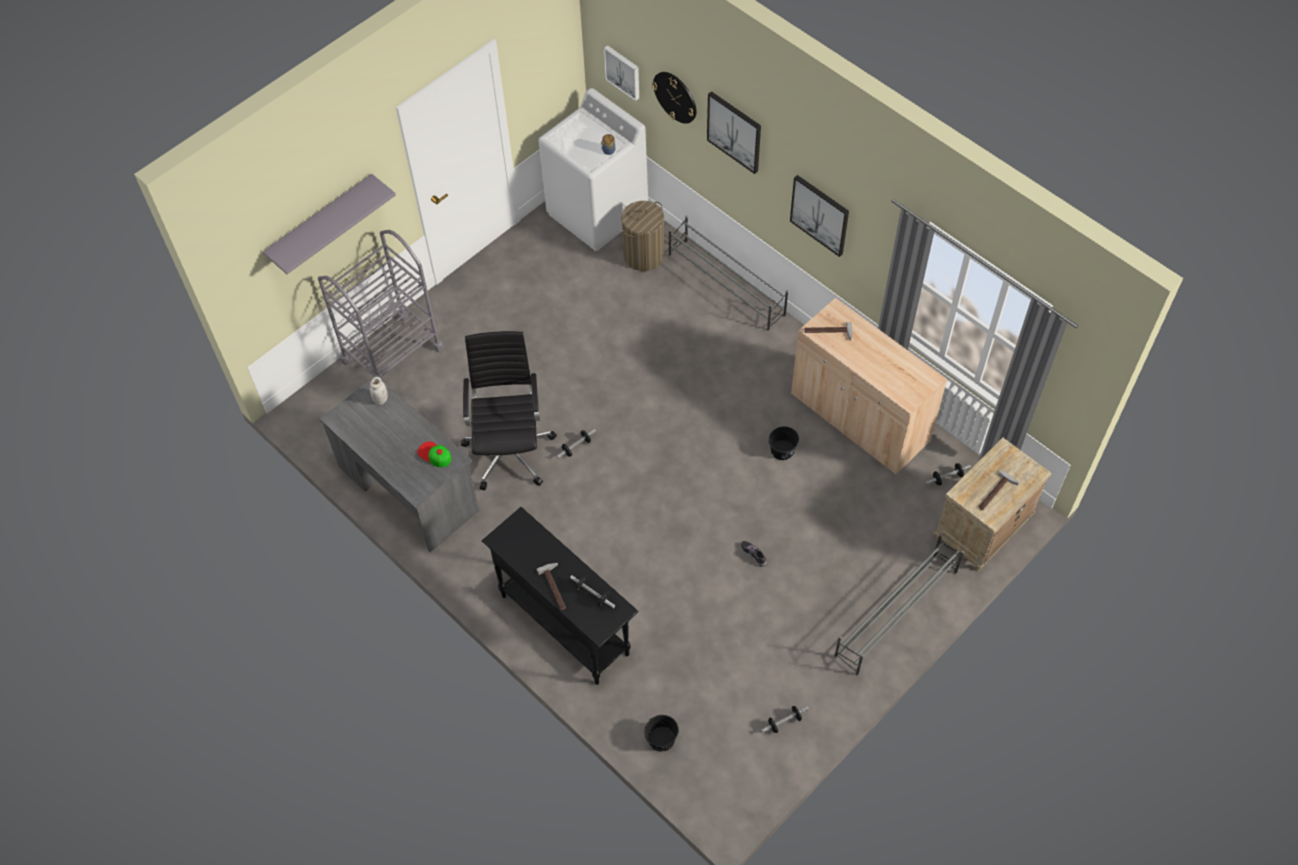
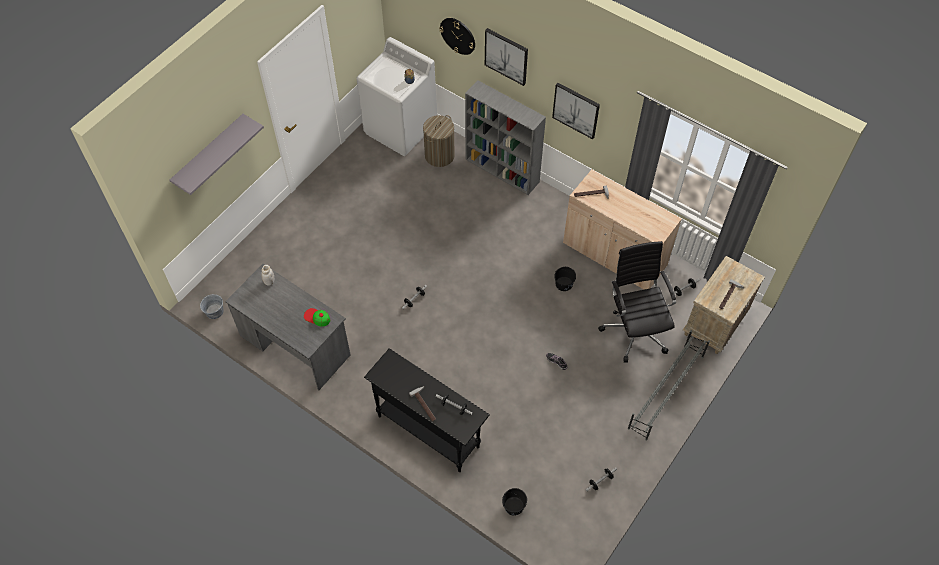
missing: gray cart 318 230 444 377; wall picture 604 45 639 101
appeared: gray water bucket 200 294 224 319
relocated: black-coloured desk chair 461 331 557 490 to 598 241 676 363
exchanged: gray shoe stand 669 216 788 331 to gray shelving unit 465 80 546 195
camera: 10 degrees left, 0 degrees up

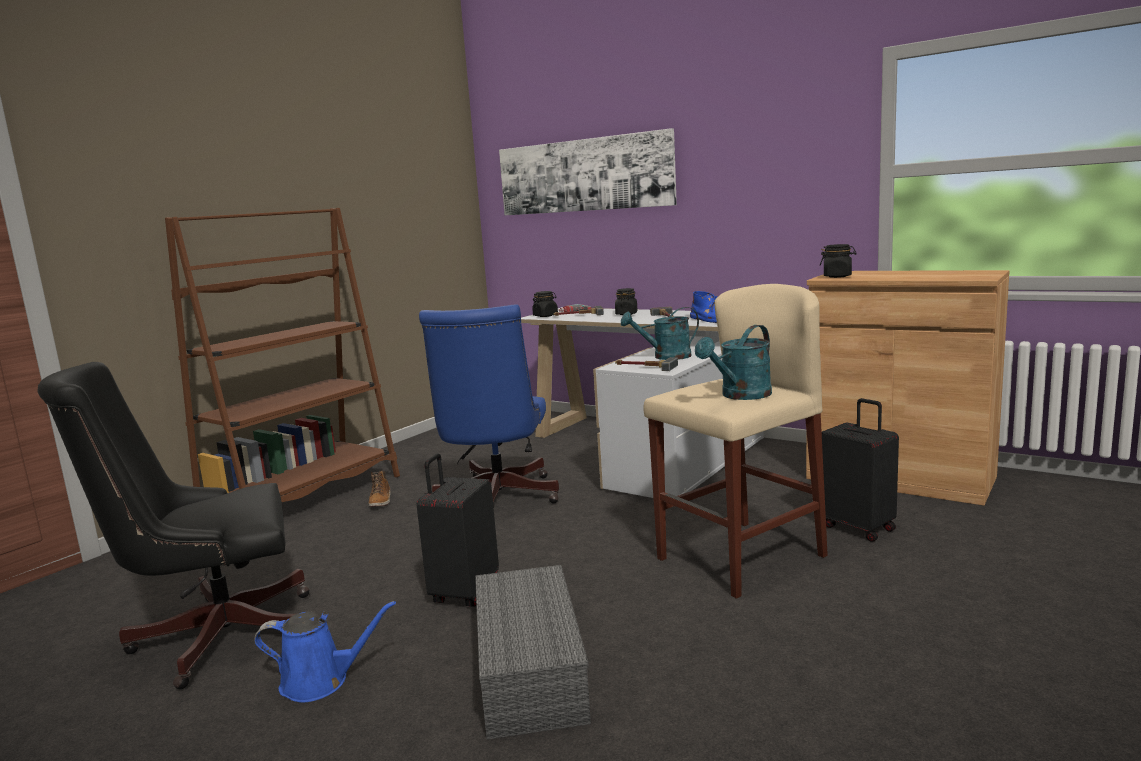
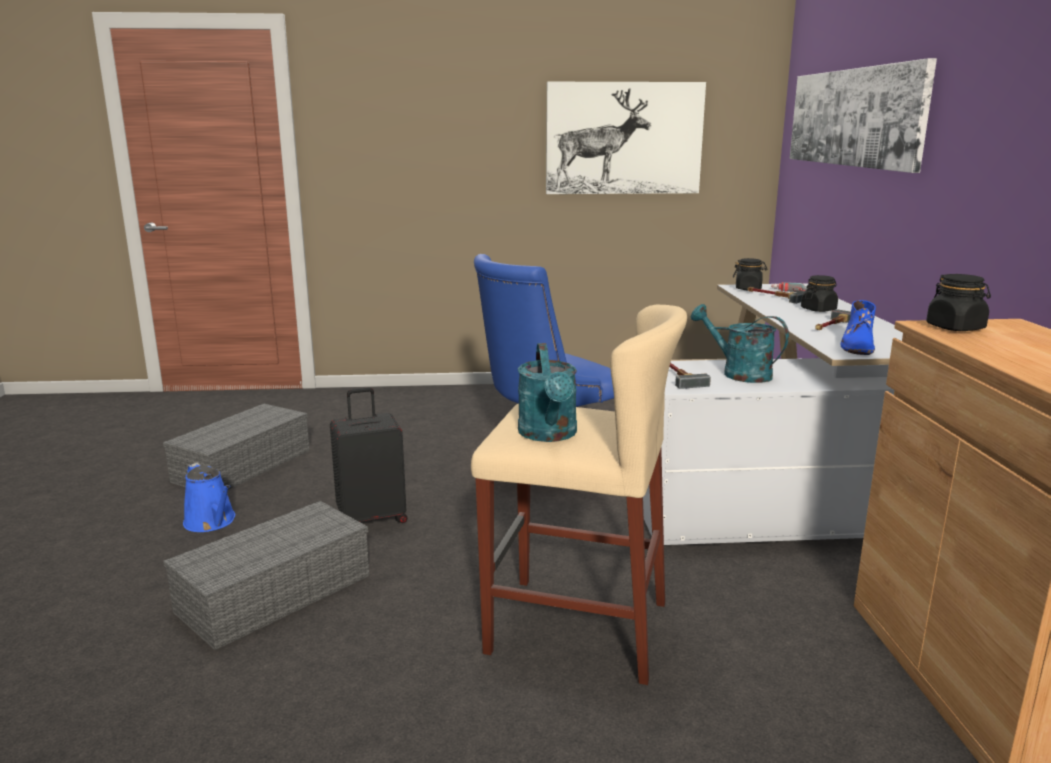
missing: brown shelving unit 165 208 400 502; tall boot 369 471 391 507; black-coloured travel case 822 398 899 542
appeared: wall picture 546 82 706 194
exchanged: black-coloured desk chair 37 362 310 689 to gray storage box 163 404 310 490
spun: turquoise sprinkling can 695 325 772 400 = 518 343 577 442 105 degrees counterclockwise
camera: 50 degrees right, 5 degrees up

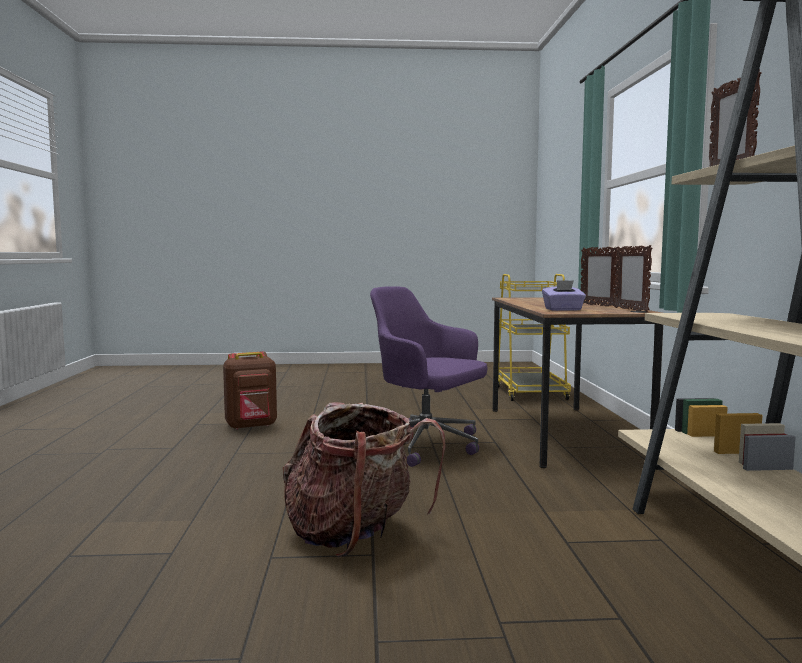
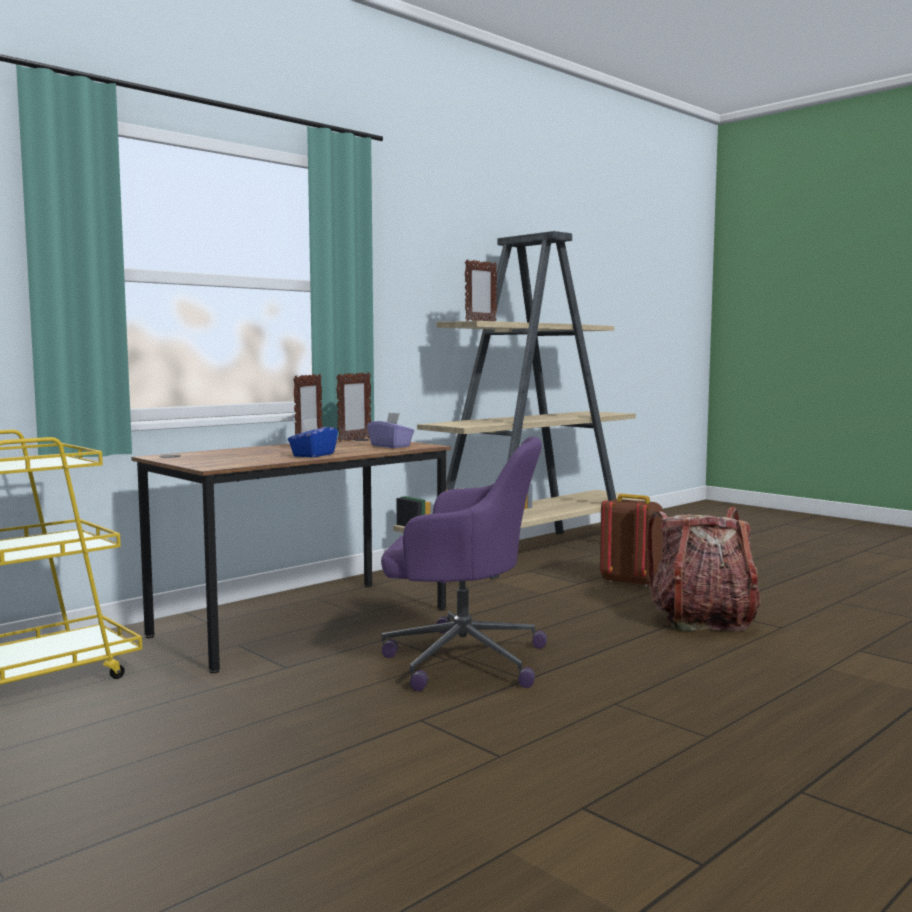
appeared: blue-coloured tissue box 288 418 338 457
relocated: brown rucksack 223 351 277 429 to 600 494 664 587
spun: purple desk chair 370 286 488 467 = 381 437 547 691 75 degrees counterclockwise
camera: 130 degrees left, 0 degrees up

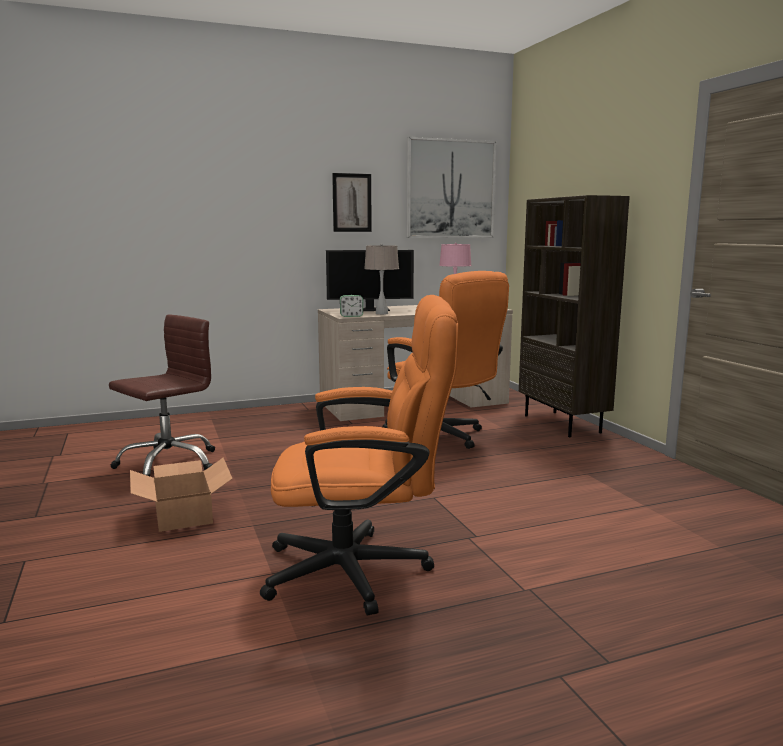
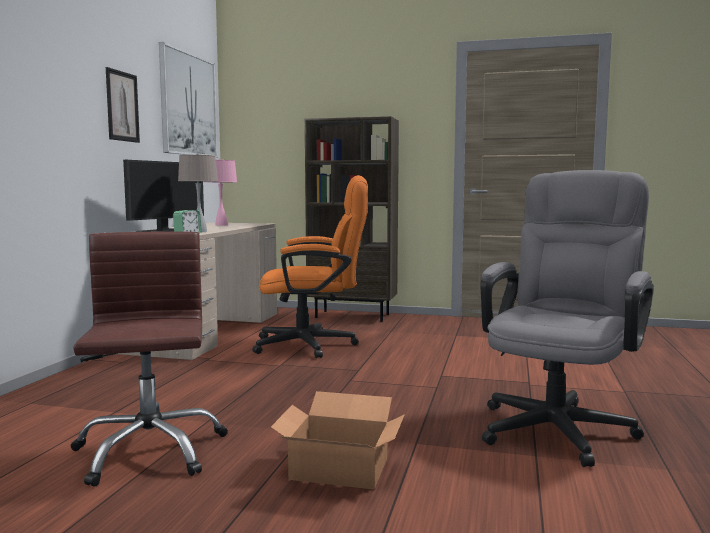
colour: orange-coloured desk chair 260 295 458 616 to gray desk chair 480 170 654 467
camera: 55 degrees left, 5 degrees down

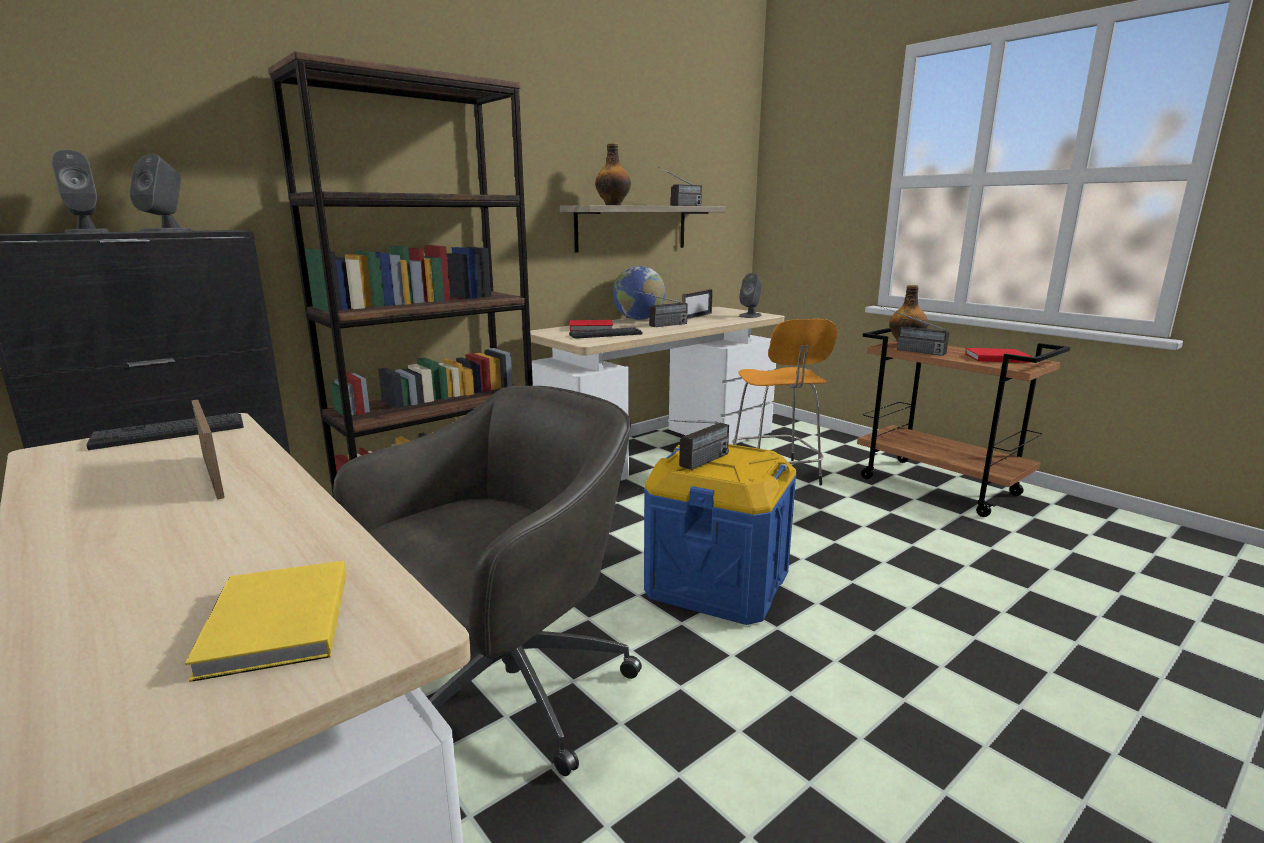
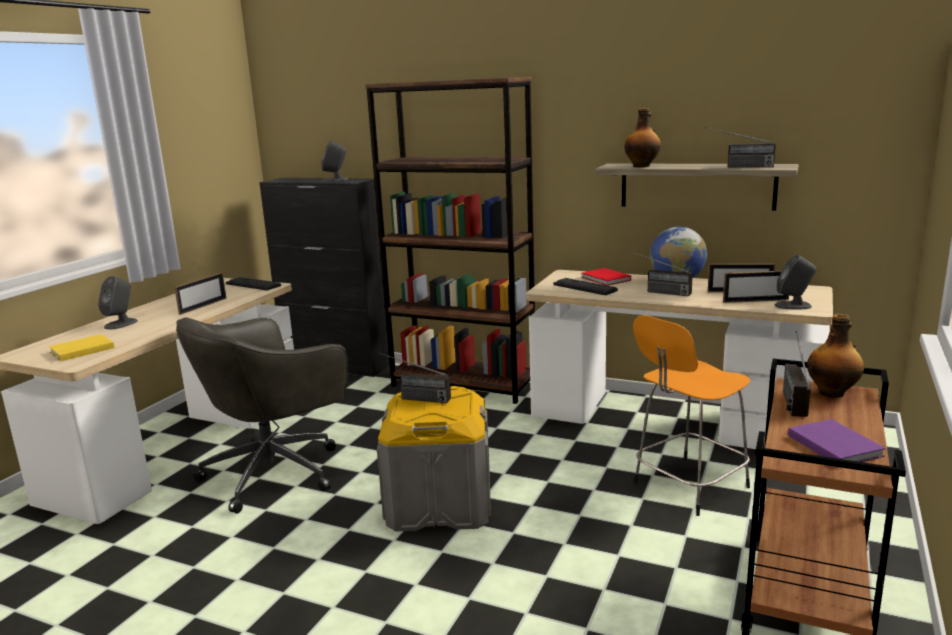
appeared: picture frame 723 271 789 303
relocated: gray audio speaker 52 150 109 233 to 98 276 138 330
colour: blue-coloured storage box 644 444 796 625 to gray storage box 377 386 491 532; red bound book 965 348 1032 363 to purple bound book 788 419 886 462
spun: gray desk chair 333 386 642 776 = 176 317 348 514 120 degrees clockwise
camera: 65 degrees right, 0 degrees up

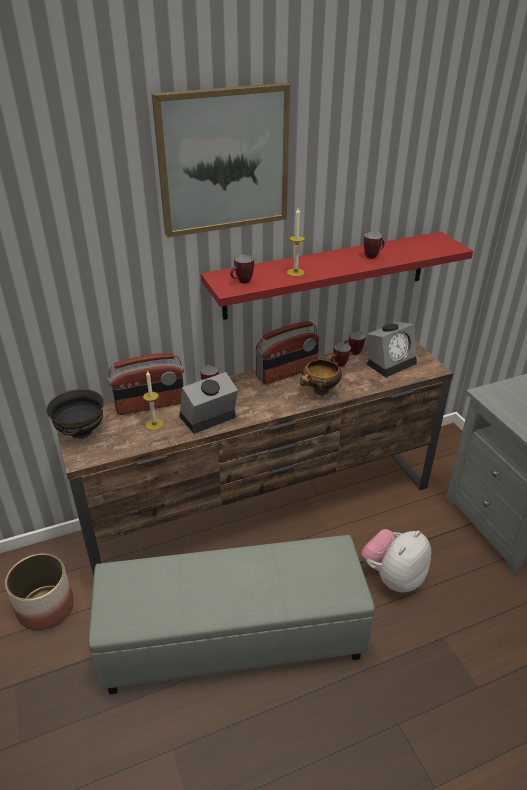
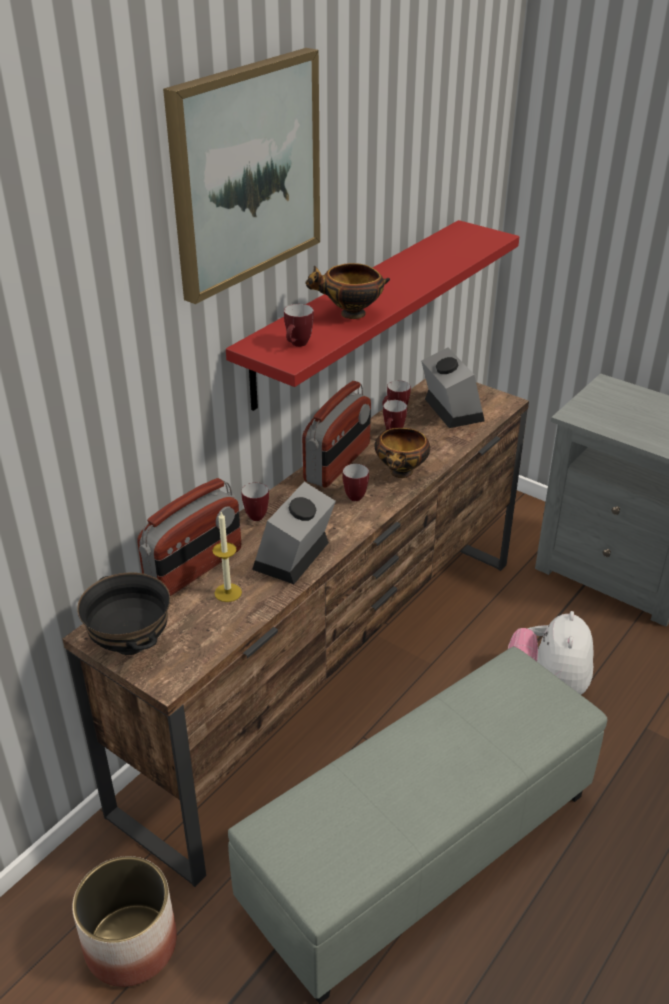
relocated: mug 363 232 385 259 to 342 464 369 501
exchanged: wax light 287 208 305 277 to bowl 305 263 390 319
spun: table clock 367 322 417 377 = 421 348 485 428 45 degrees counterclockwise
camera: 30 degrees left, 0 degrees up

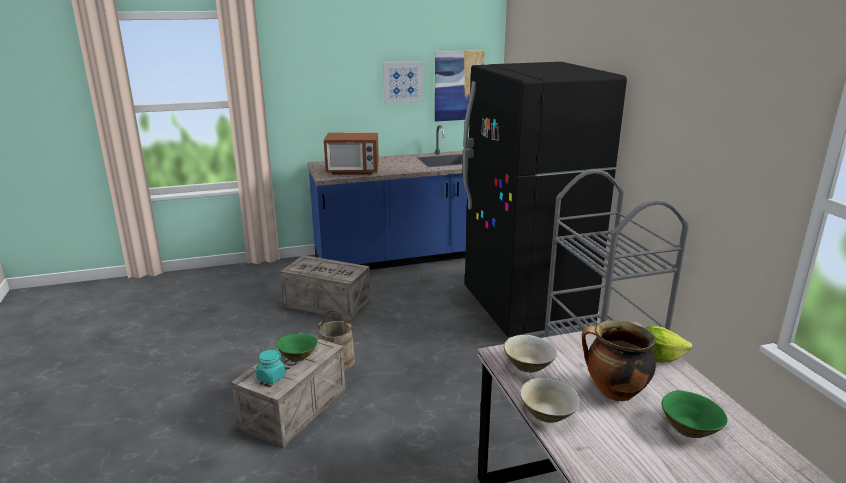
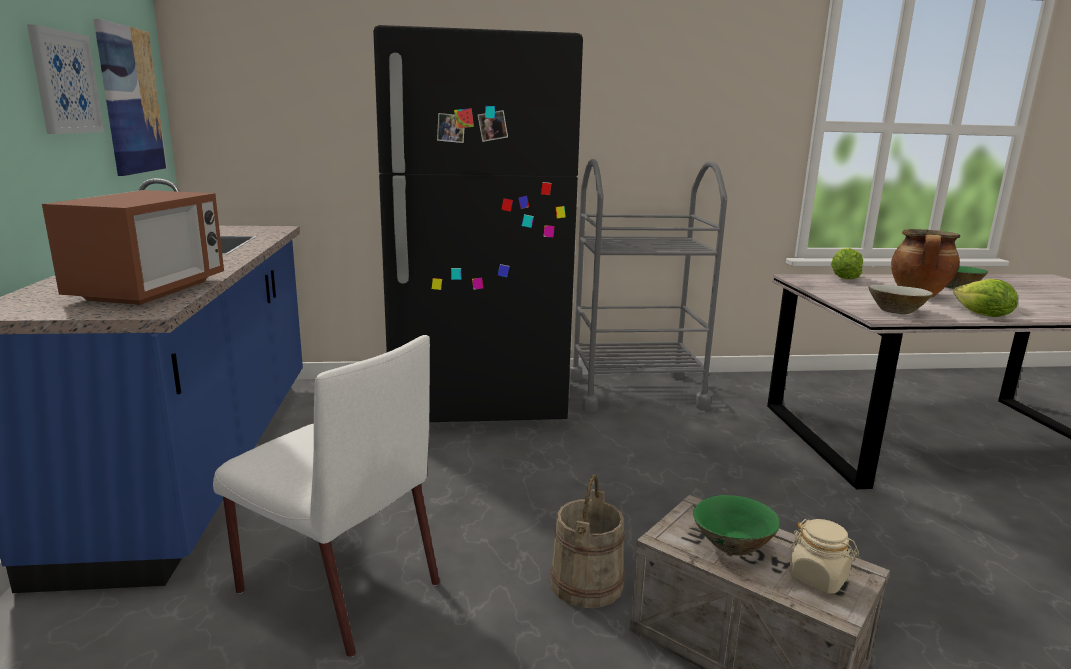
exchanged: shipping crate 280 255 371 322 to white-coloured chair 213 335 440 657; sand-coloured bowl 520 377 580 423 to lettuce head 953 279 1018 317
colour: turquoise storage jar 256 349 286 384 to sand-coloured storage jar 789 519 859 594
camera: 80 degrees left, 5 degrees down

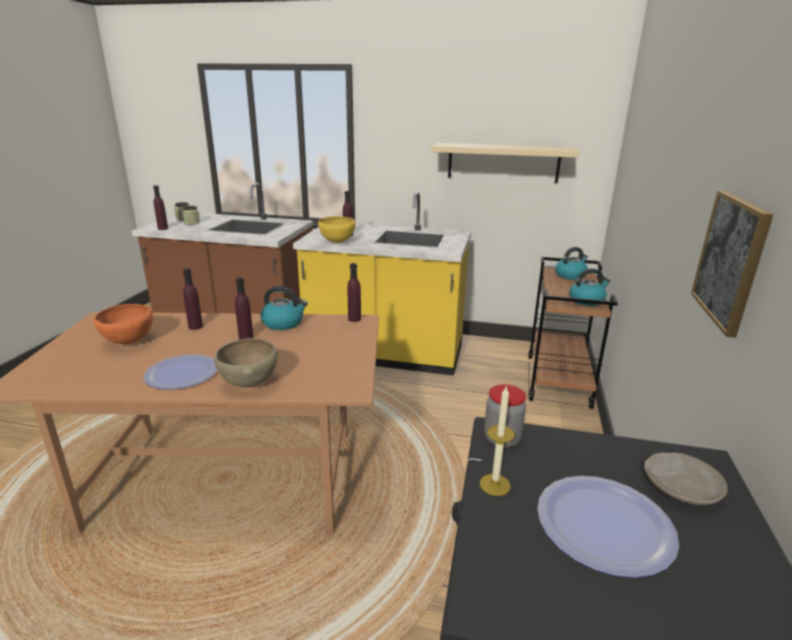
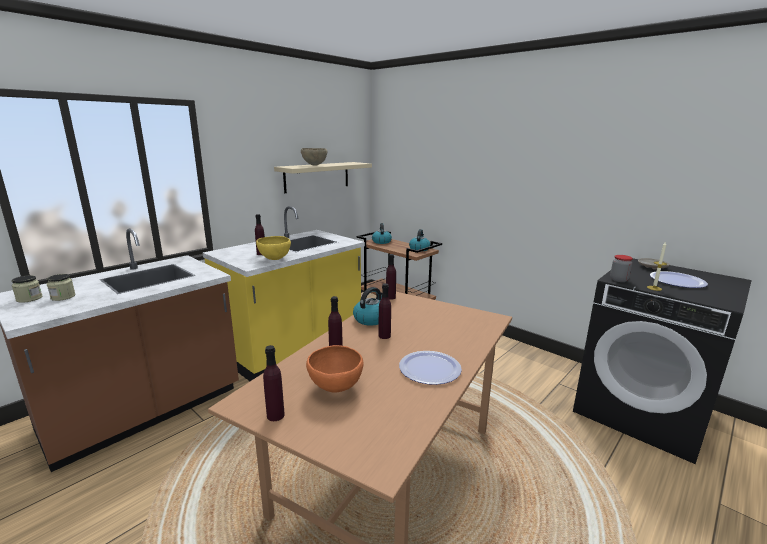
missing: wall picture 691 190 774 338
relocated: purple beverage bottle 153 185 168 230 to 263 345 285 421; brown bowl 214 338 278 387 to 301 148 327 166
camera: 60 degrees left, 5 degrees down

